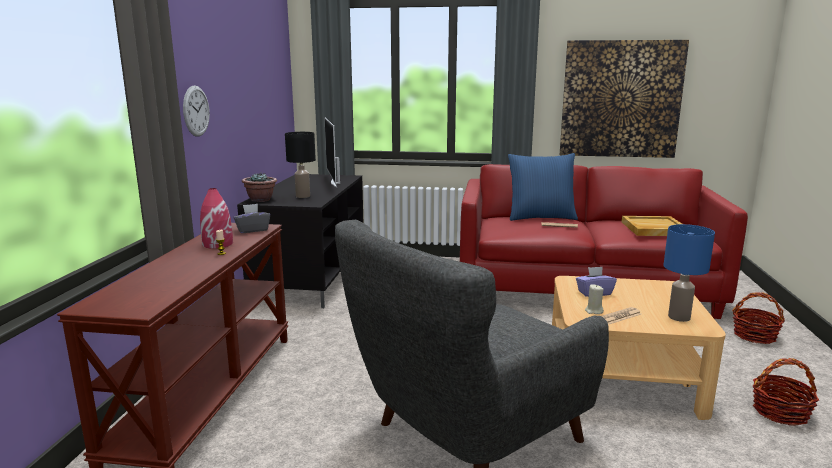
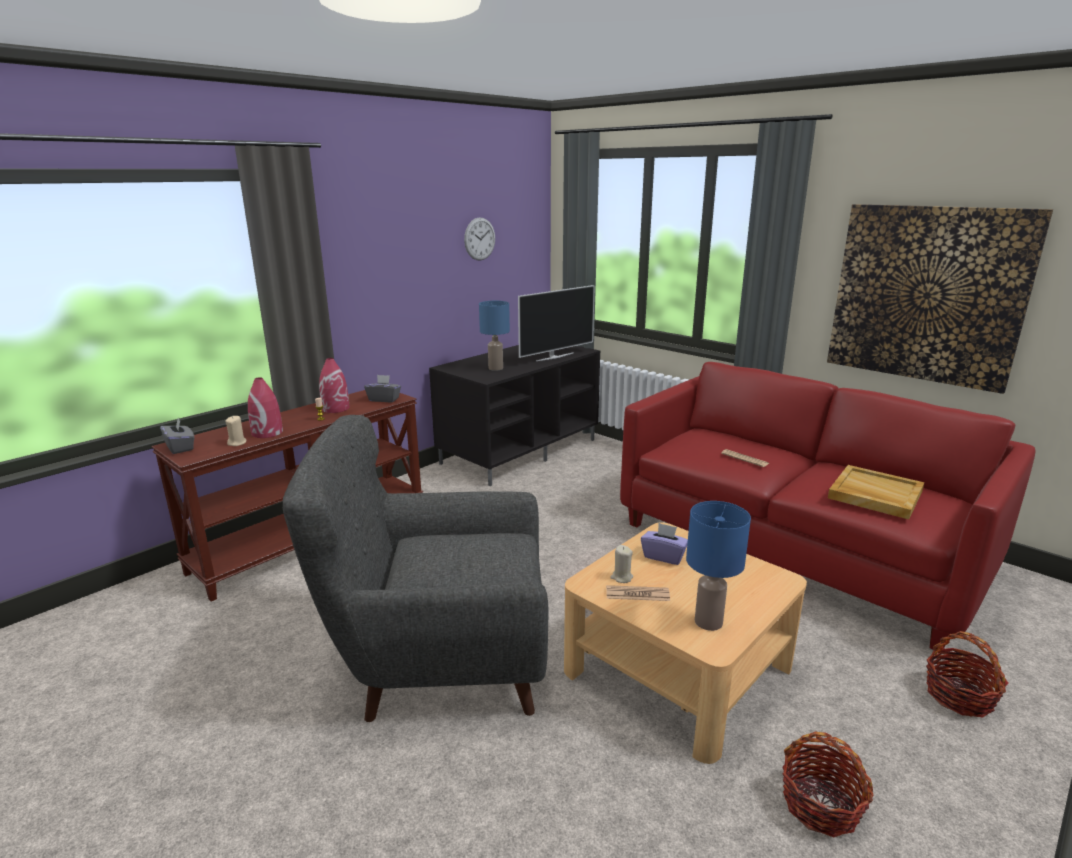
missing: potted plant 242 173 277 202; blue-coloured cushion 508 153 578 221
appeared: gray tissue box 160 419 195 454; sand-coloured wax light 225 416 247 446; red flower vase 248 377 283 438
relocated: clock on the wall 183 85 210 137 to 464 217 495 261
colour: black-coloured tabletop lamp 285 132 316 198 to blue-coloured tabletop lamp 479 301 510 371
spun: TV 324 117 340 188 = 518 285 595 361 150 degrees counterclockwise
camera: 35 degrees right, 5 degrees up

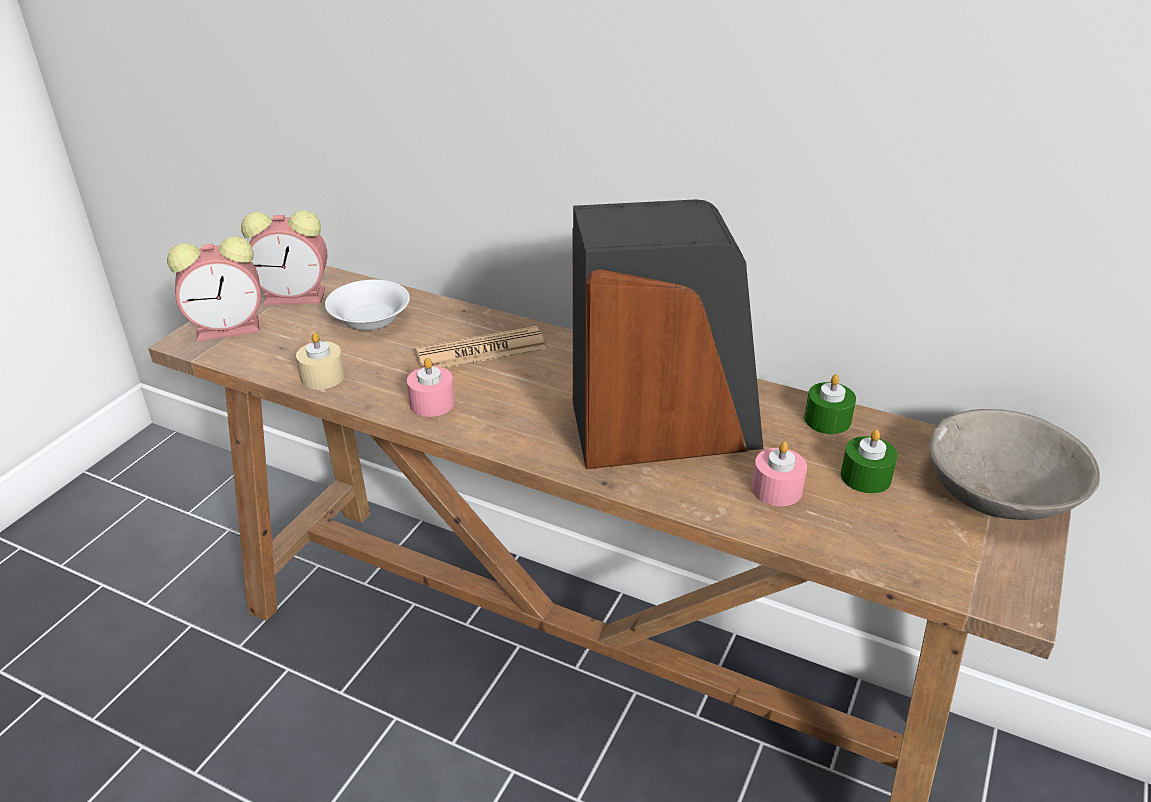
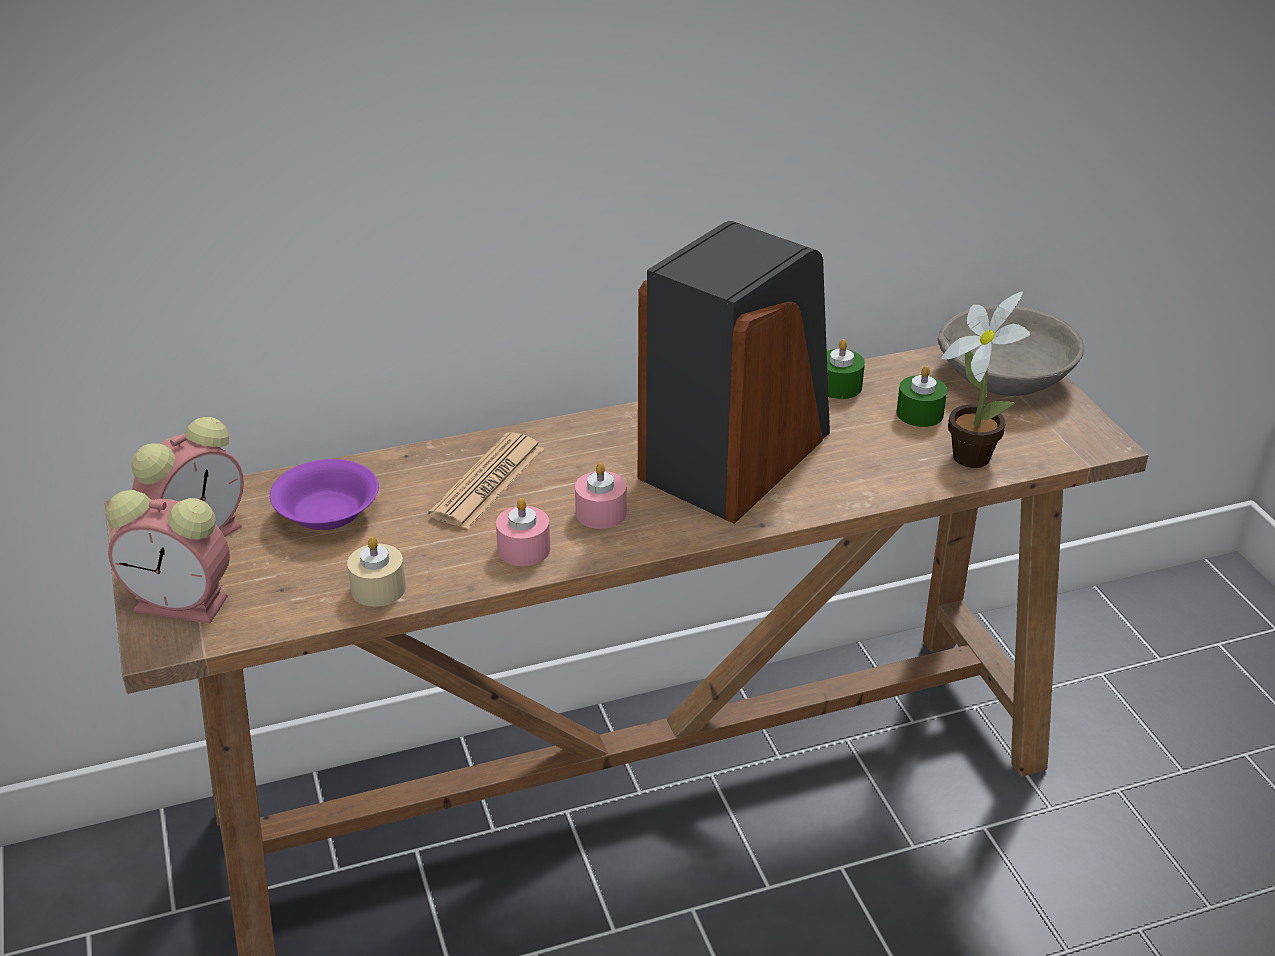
appeared: potted plant 941 291 1031 468
relocated: pink-coloured wax light 752 441 807 506 to 575 463 627 529
colour: white-coloured bowl 325 280 410 330 to purple bowl 270 459 379 530
spun: table clock 167 237 261 342 = 107 490 230 623 75 degrees clockwise
camera: 45 degrees left, 0 degrees up

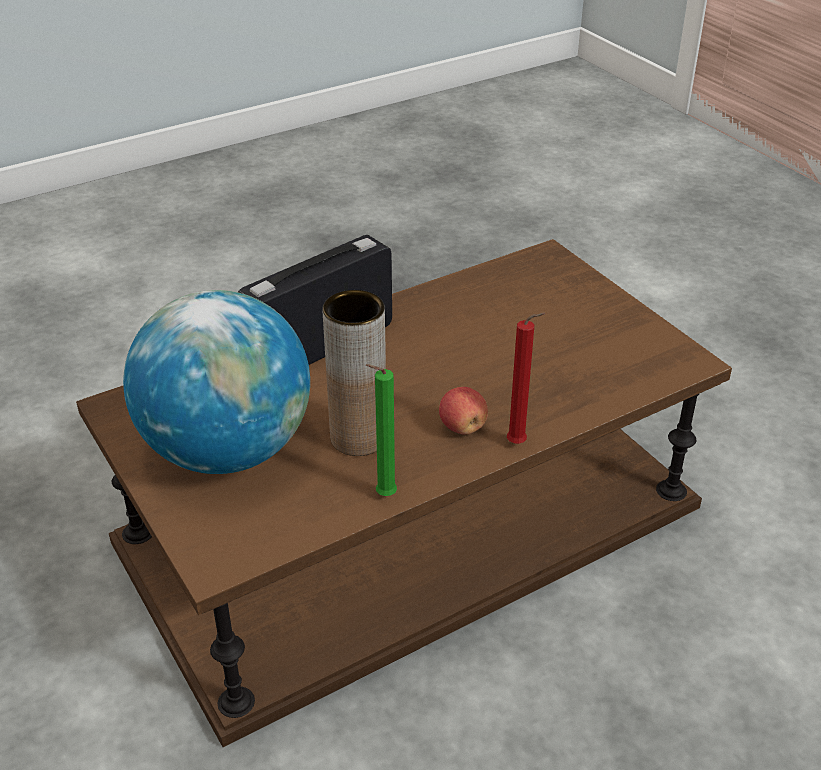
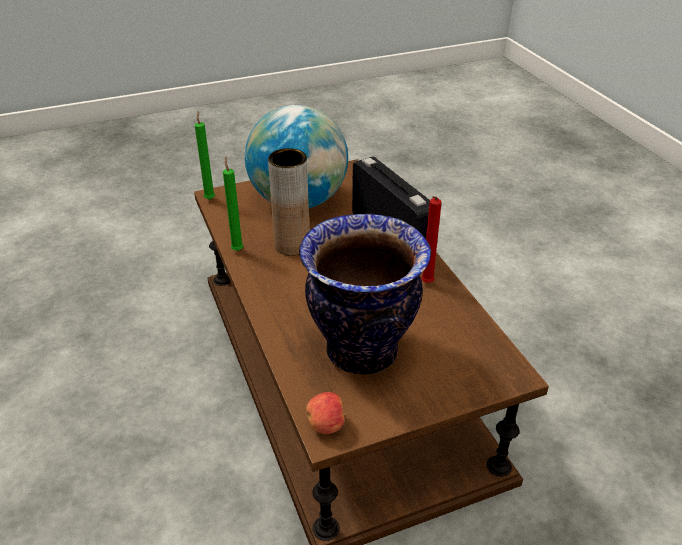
appeared: green-coloured wax light 195 111 215 200; flower vase 299 214 431 375
relocated: whole apple 439 387 488 435 to 306 392 346 434; red wax light 507 313 546 444 to 421 196 442 283
camera: 100 degrees right, 0 degrees up

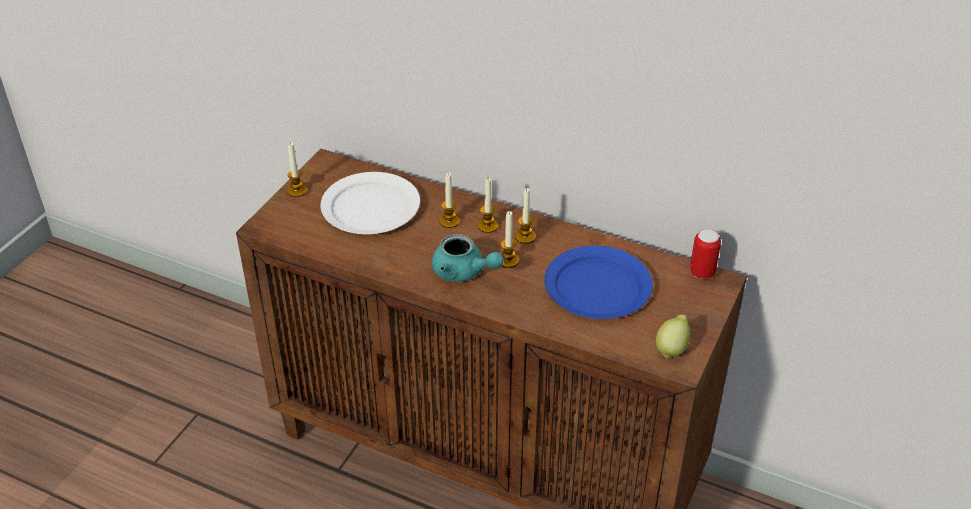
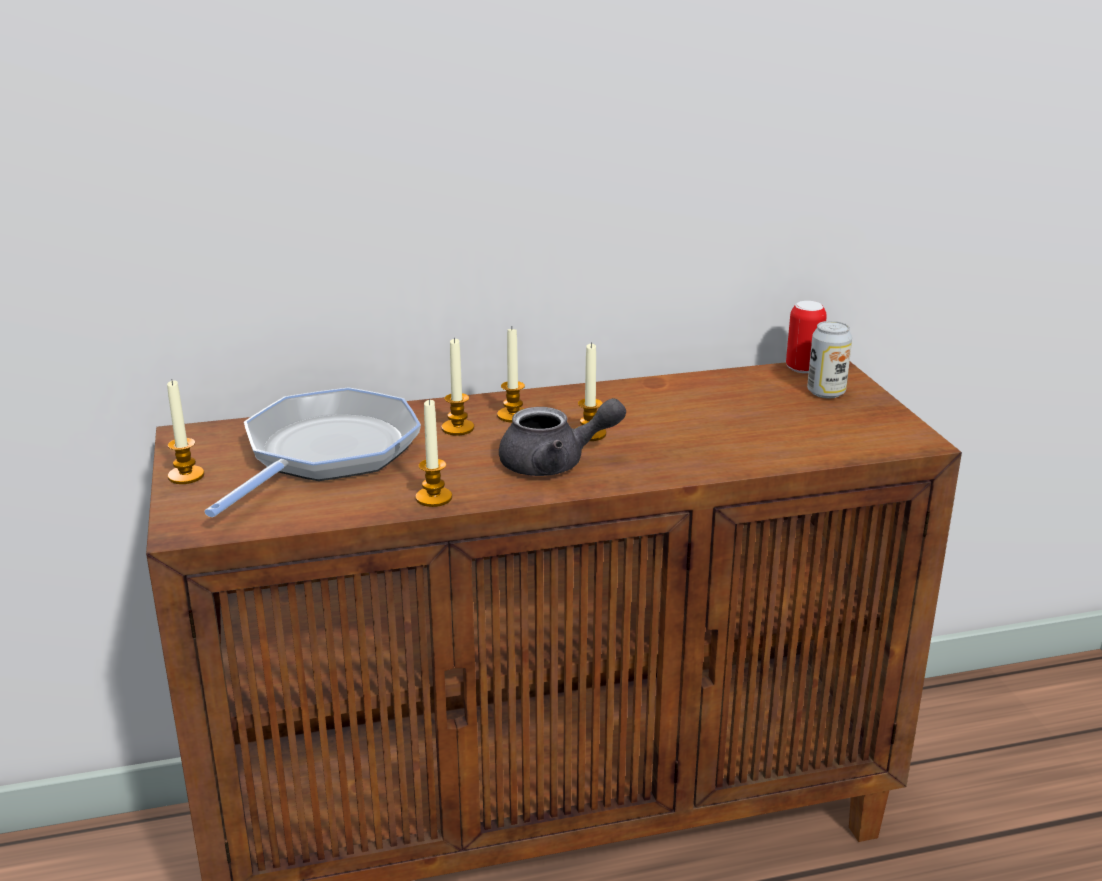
missing: blue-coloured dinner plate 544 246 653 319; lemon 656 314 690 359
appeared: can 807 321 852 398
relocated: wax light 515 188 536 244 to 416 399 452 507
exchanged: white-coloured dinner plate 320 172 420 234 to pan 205 387 421 517
colour: turquoise teapot 432 234 504 282 to gray teapot 499 398 626 476
camera: 40 degrees left, 15 degrees down

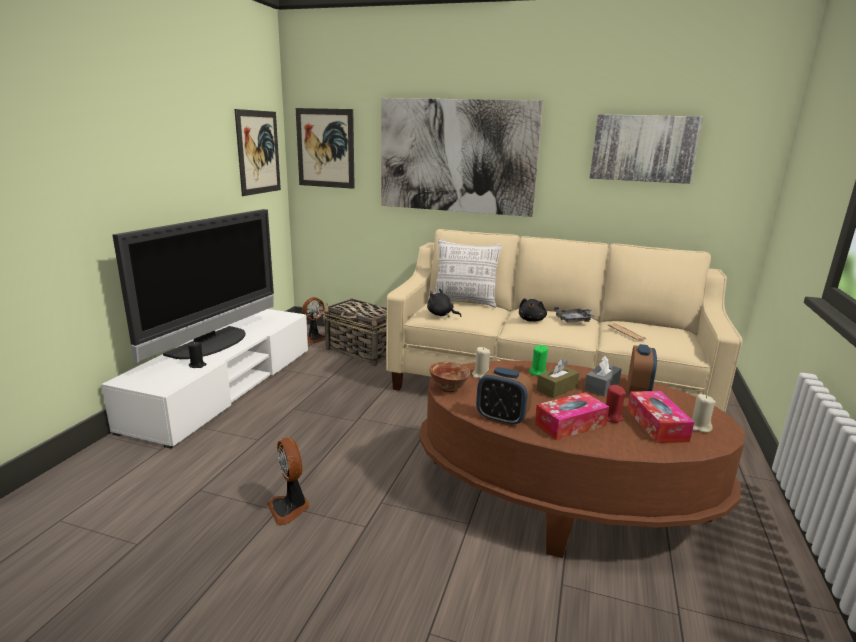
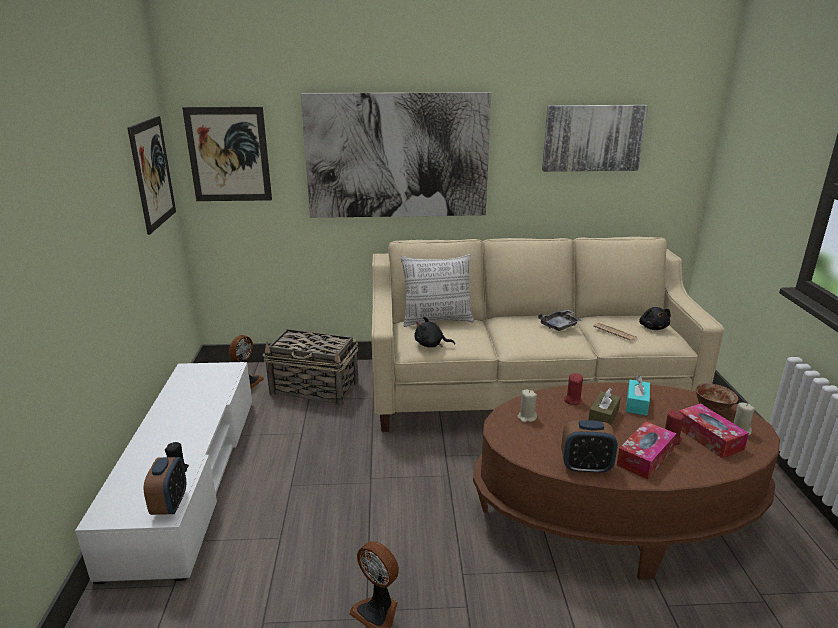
missing: TV 113 209 274 363
relocated: table clock 628 344 657 393 to 144 457 186 515; black-coloured cuddly toy 519 298 547 322 to 639 307 671 330; bowl 429 362 470 392 to 695 383 738 414
colour: green-coloured wax light 529 345 548 376 to red wax light 564 373 583 405; gray tissue box 584 356 622 396 to turquoise tissue box 626 375 650 416
camera: 20 degrees left, 5 degrees up

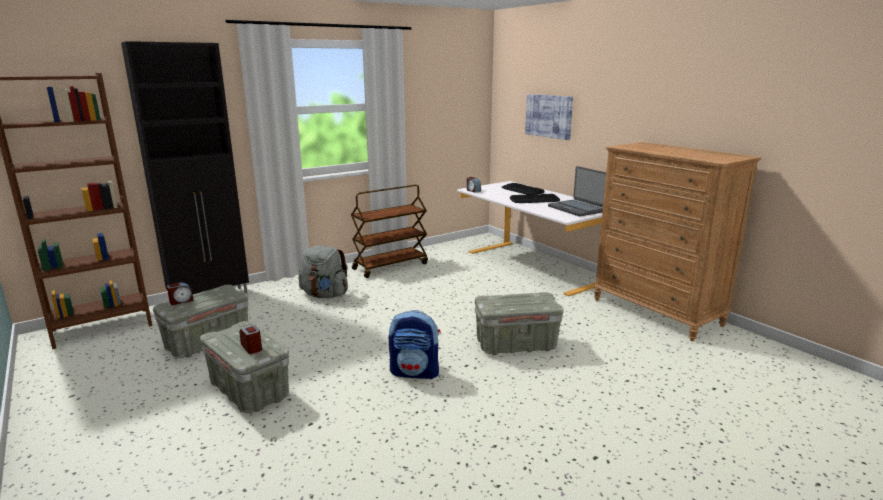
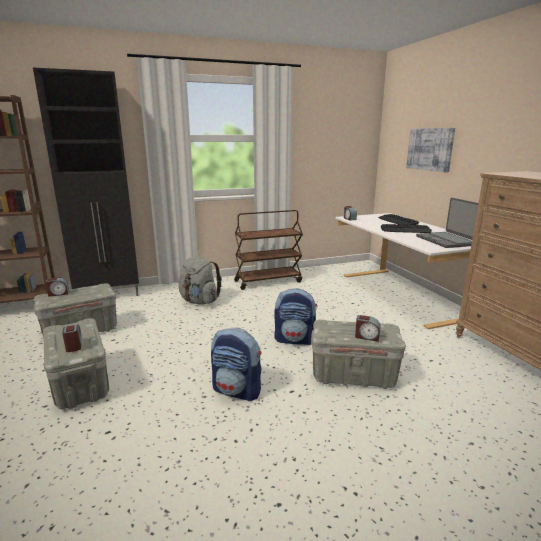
appeared: rucksack 274 288 318 345; table clock 355 315 380 342
camera: 15 degrees right, 0 degrees up

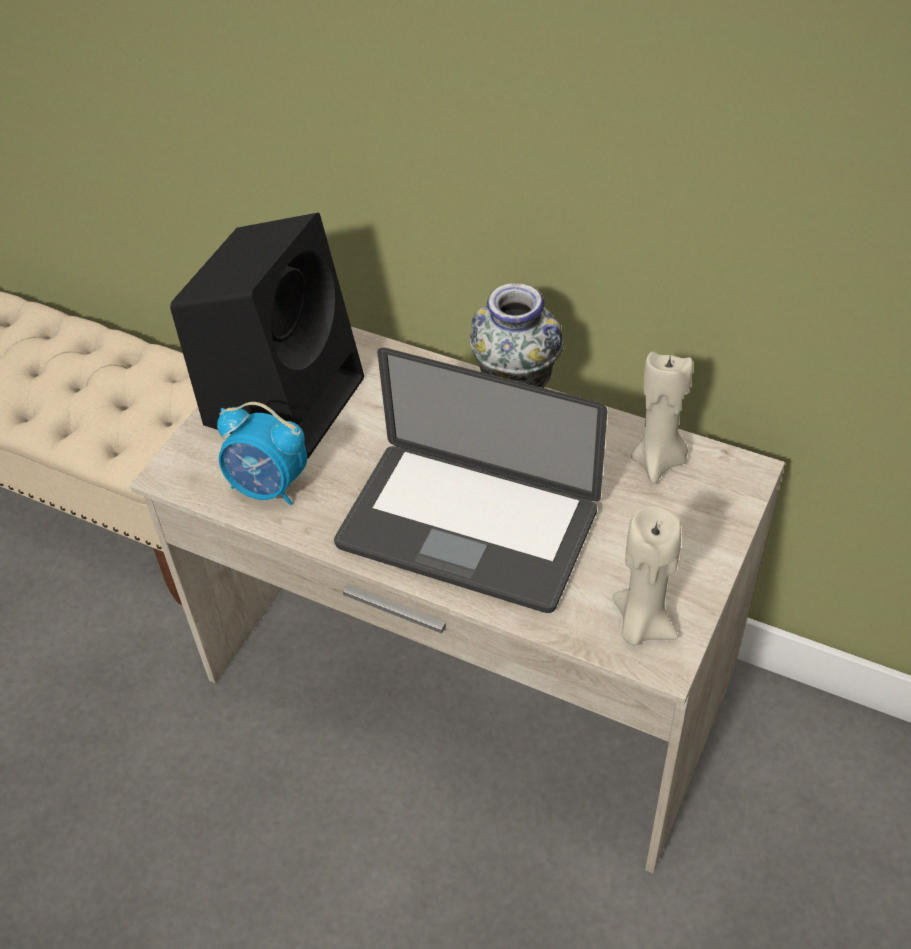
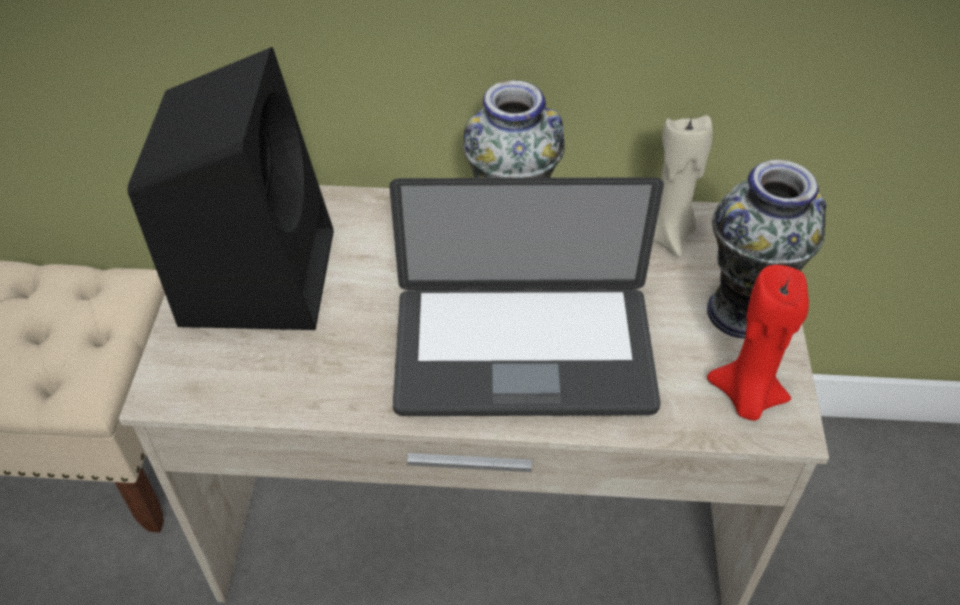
missing: table clock 217 402 307 505
appeared: flower vase 707 160 826 339
colour: sand-coloured wax light 612 506 681 646 to red wax light 707 265 809 421
camera: 25 degrees left, 0 degrees up

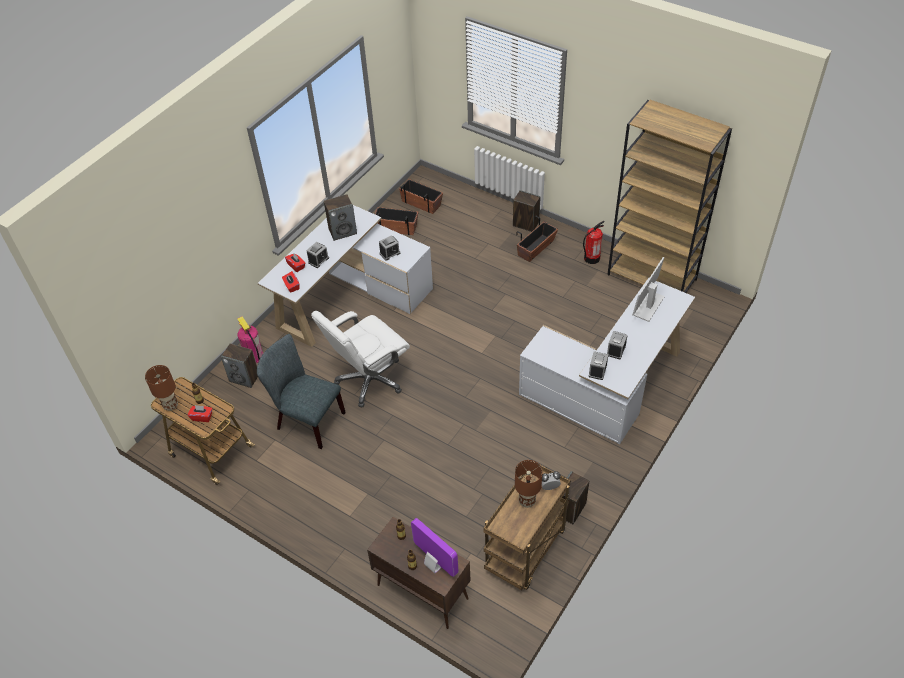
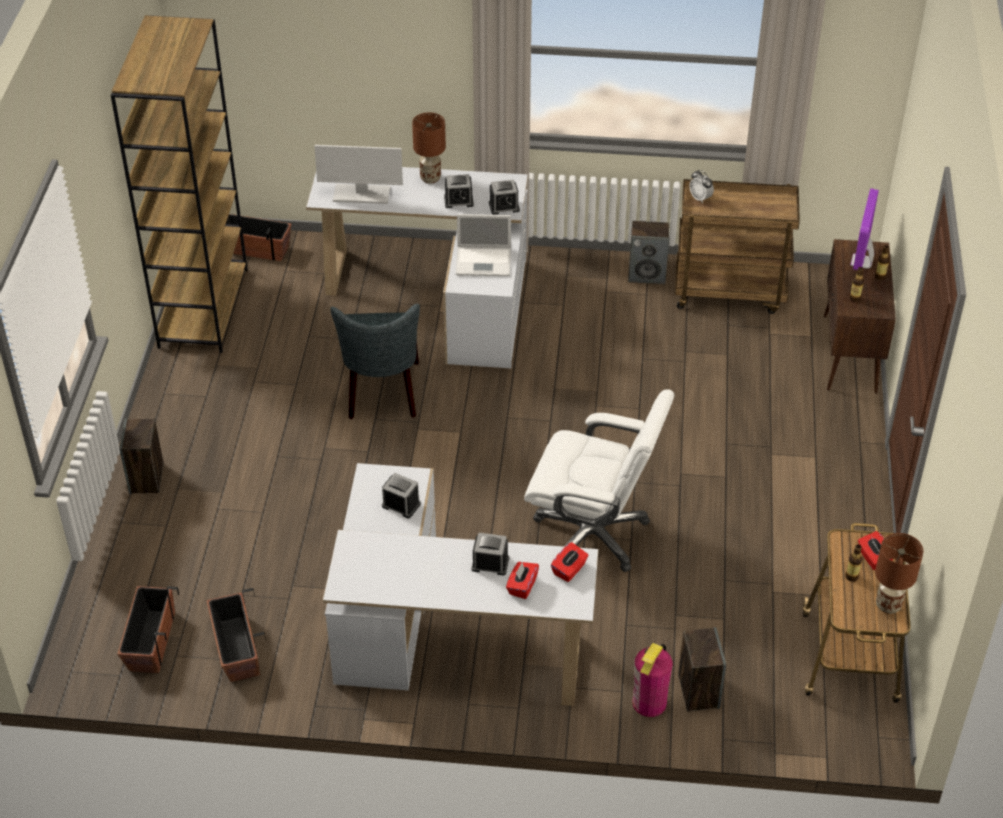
missing: audio speaker 324 194 357 241; extinguisher 583 221 605 264
appeared: laptop 456 214 511 276
relocated: planter 516 216 558 262 to 226 214 291 261; gray chair 257 334 346 449 to 330 304 420 420; brown tabletop lamp 515 460 543 508 to 412 112 446 184
camera: 120 degrees left, 5 degrees down

